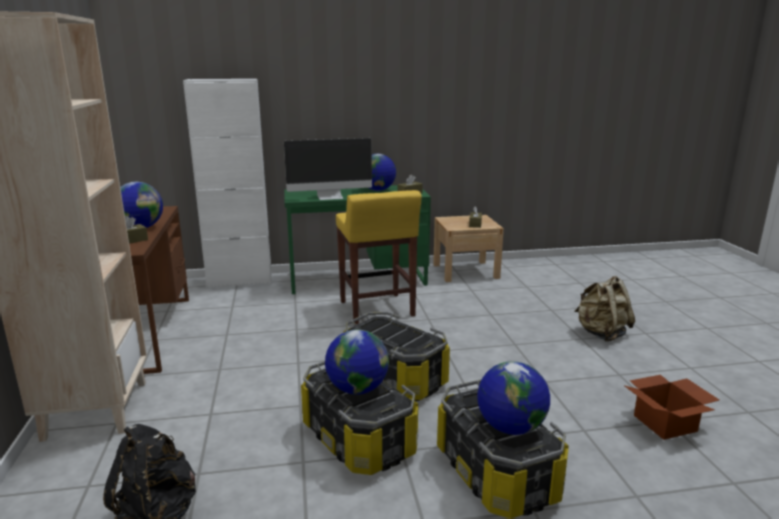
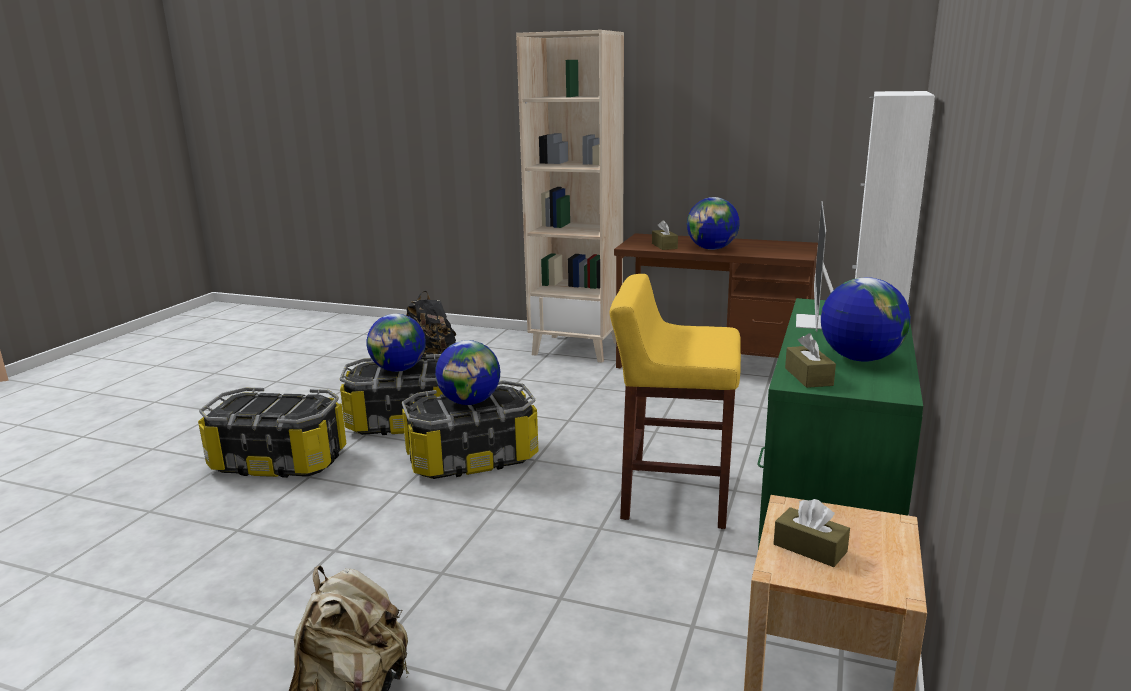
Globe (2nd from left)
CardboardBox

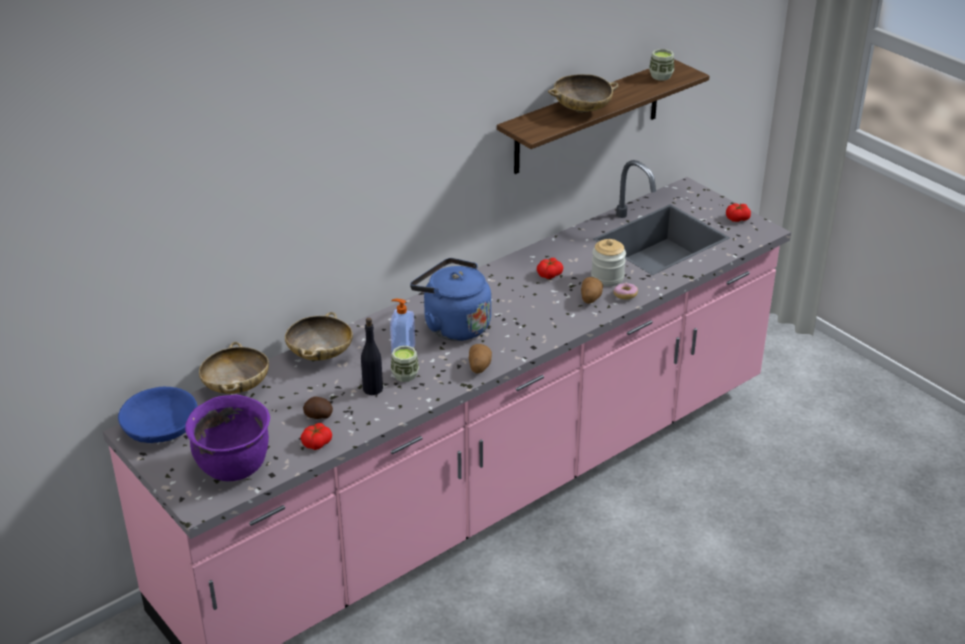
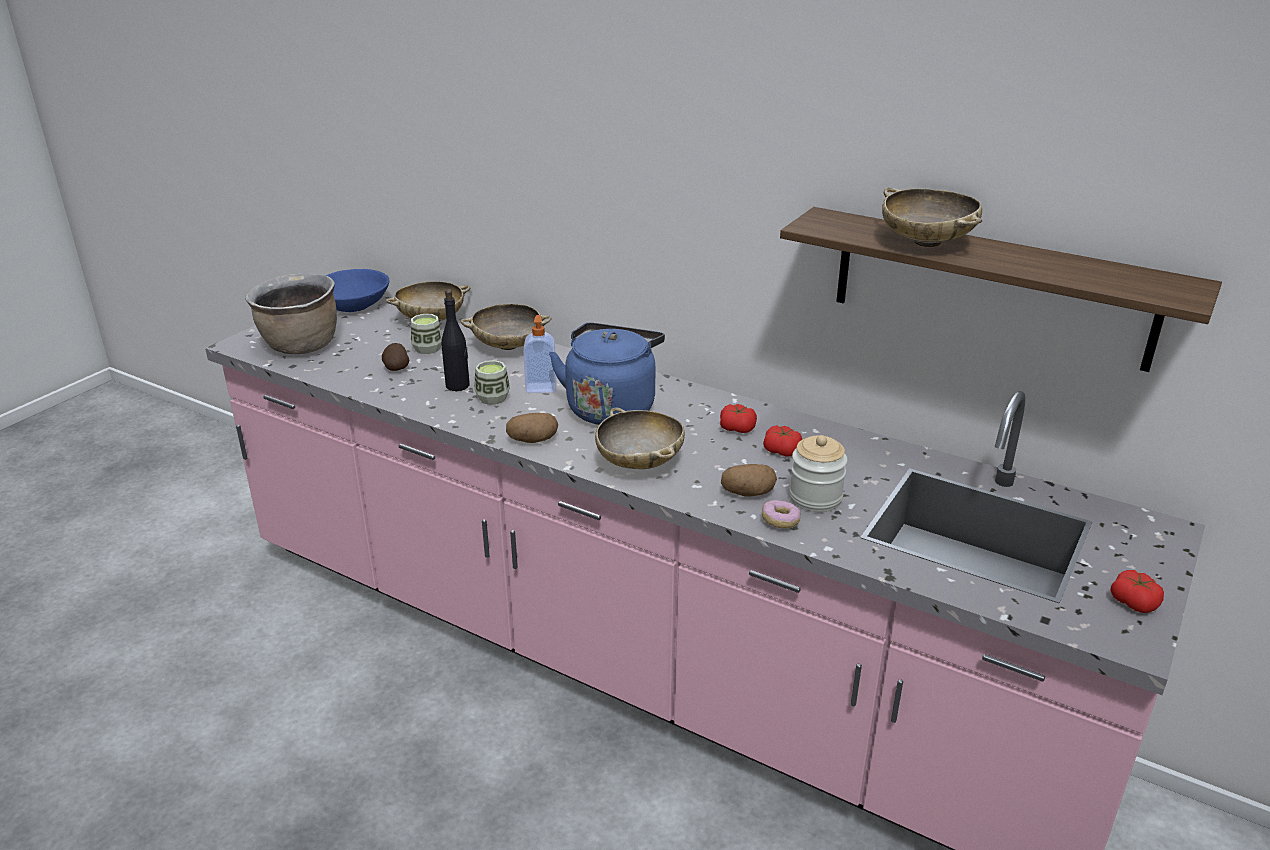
Cup (1st from left)
BrownCookingPot
Tomato (1st from left)
BeigeBowl (3rd from left)

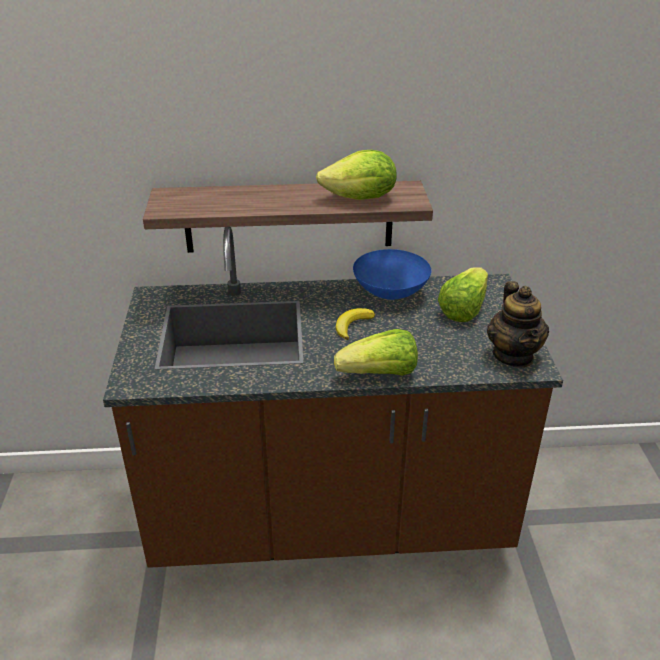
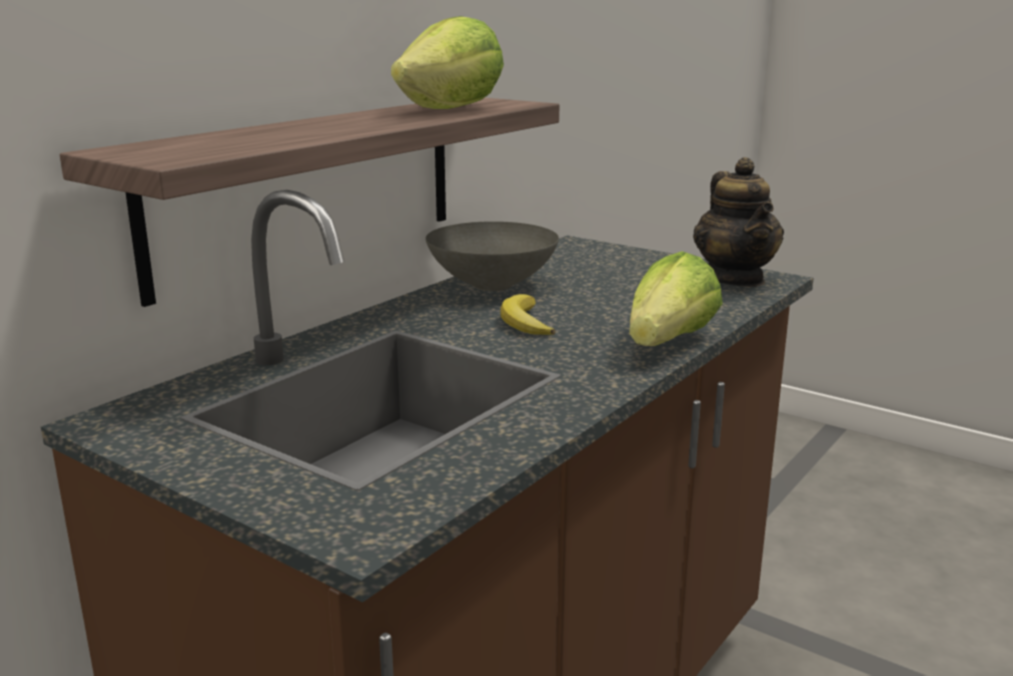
GreyBowl
Lettuce (3rd from left in the first image)
Teapot

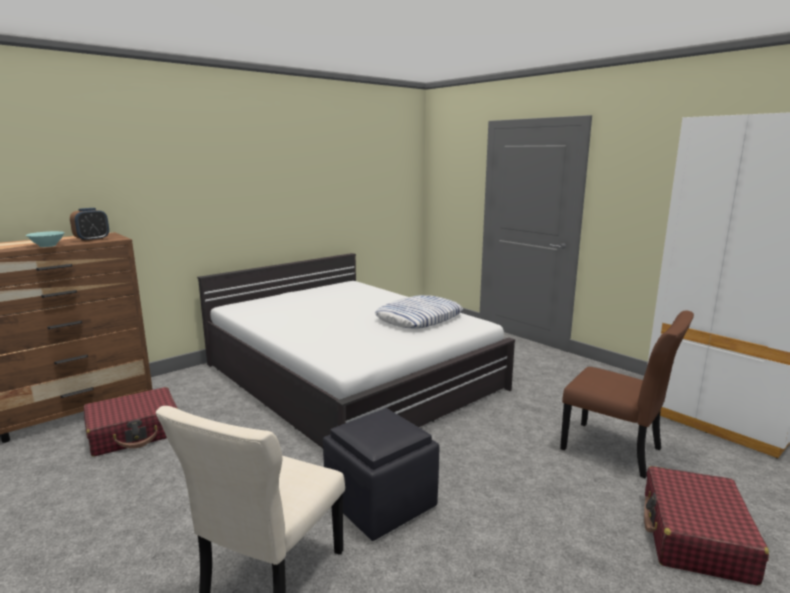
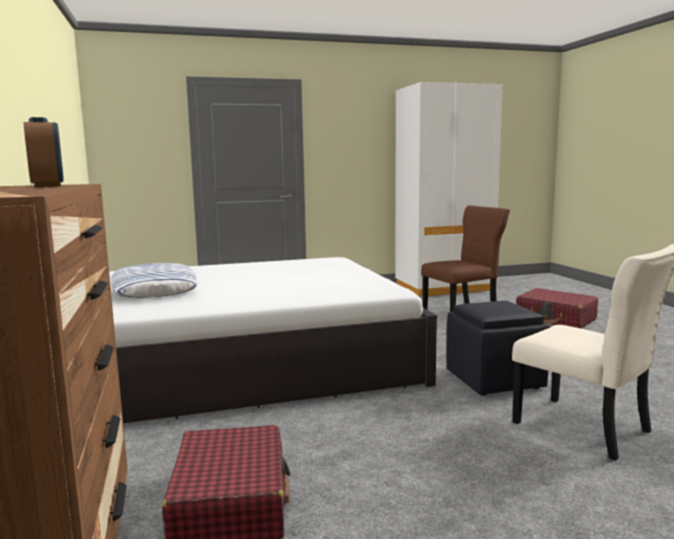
TurquoiseBowl
Pillow

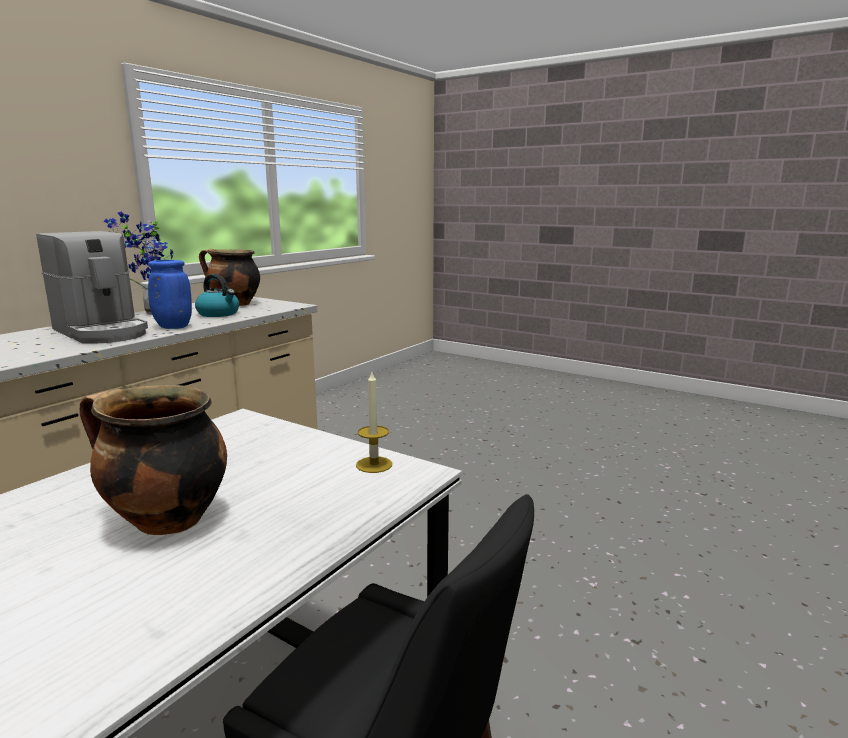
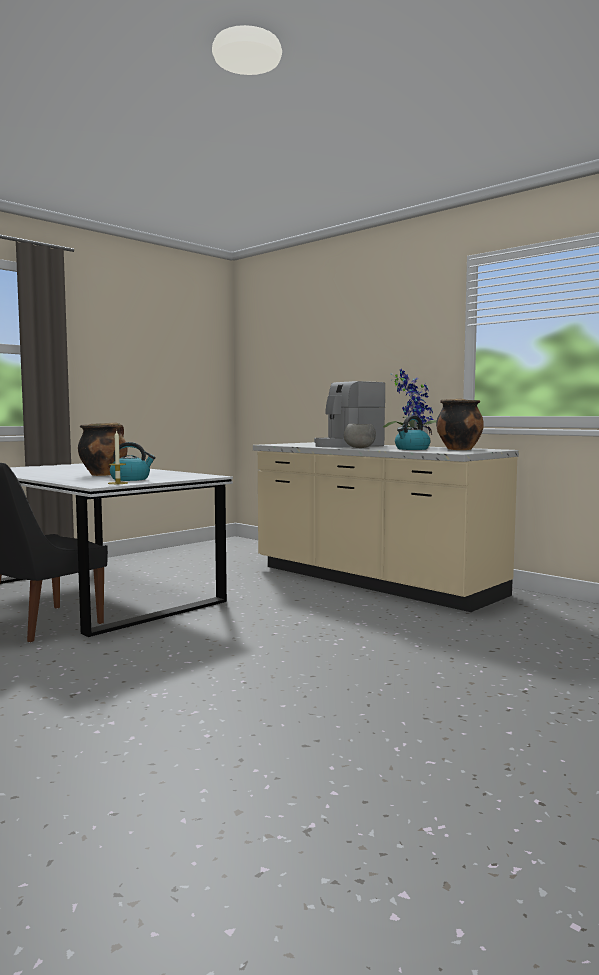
GreyBowl
Kettle (1st from left)

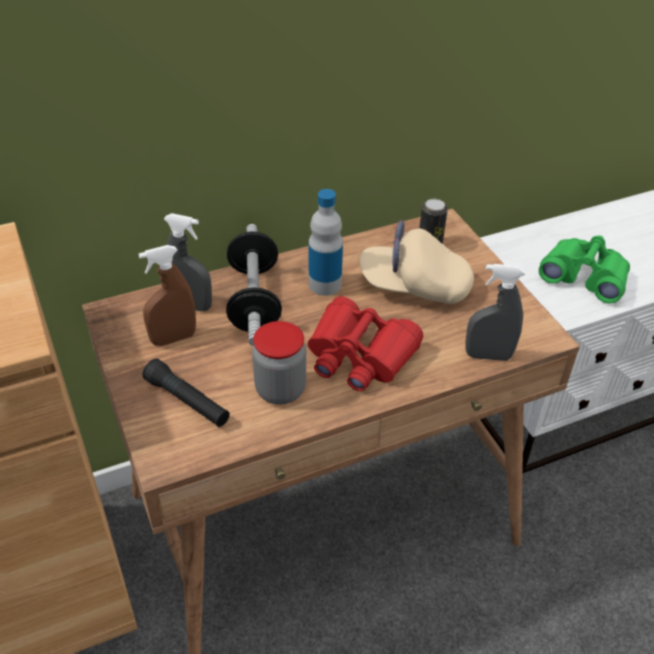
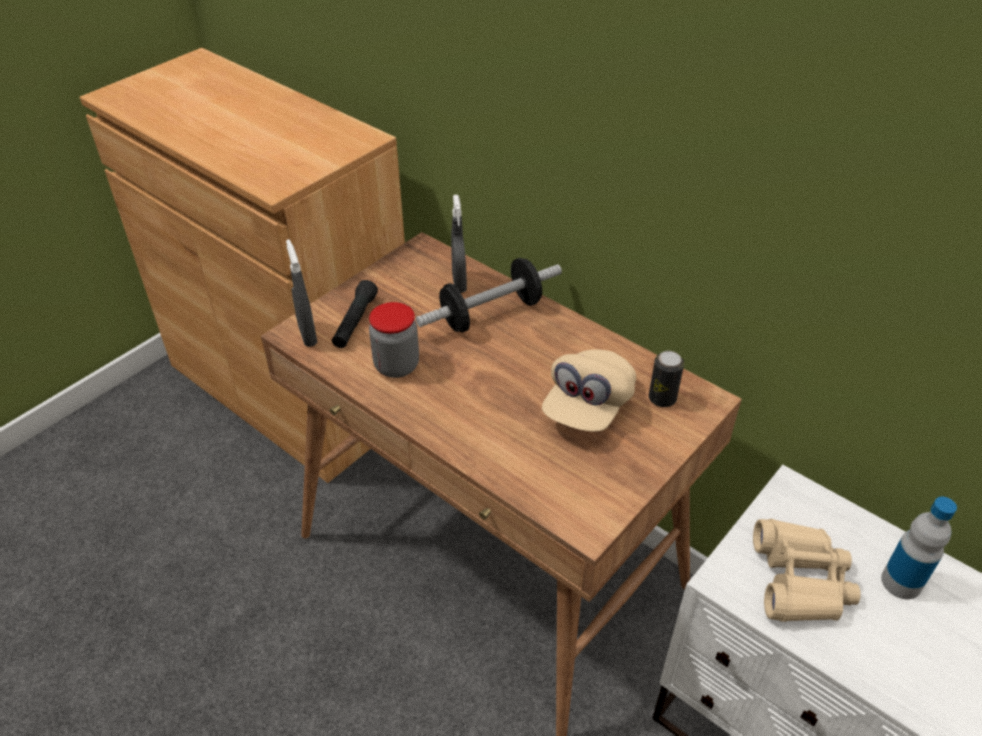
Bottle
BeigeCap
BeigeBinoculars
BrownSprayBottle
GreySprayBottle (1st from left)
RedBinoculars

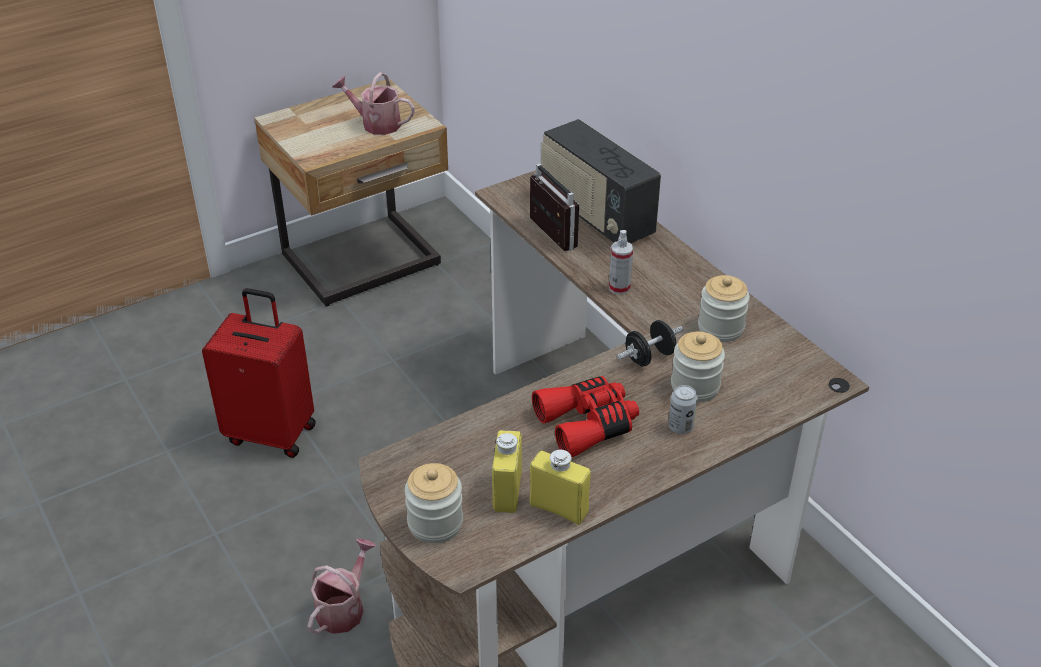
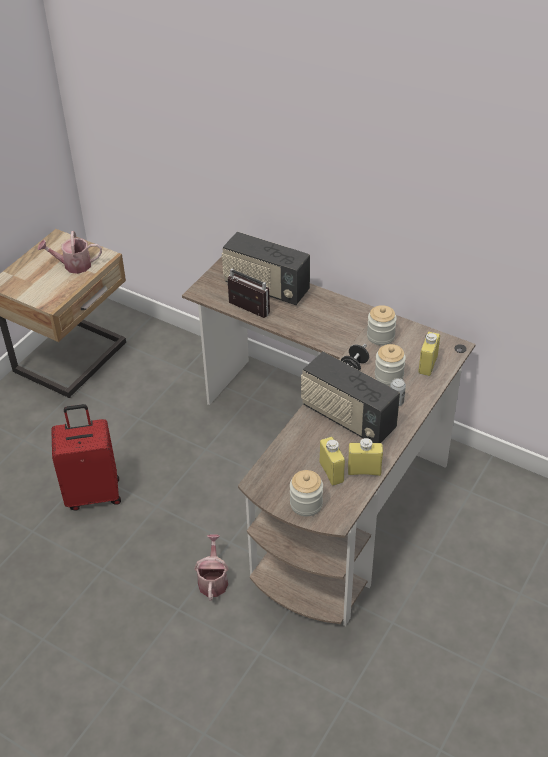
SprayBottle
Radio (3rd from left)
YellowBottle (3rd from left)

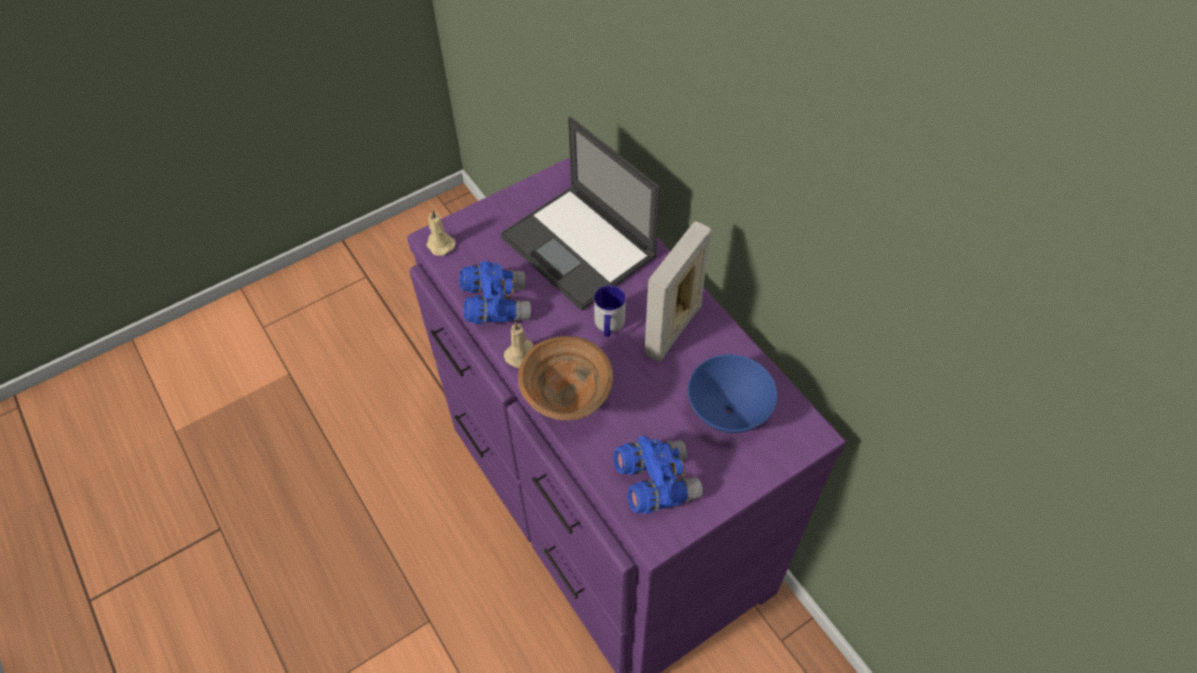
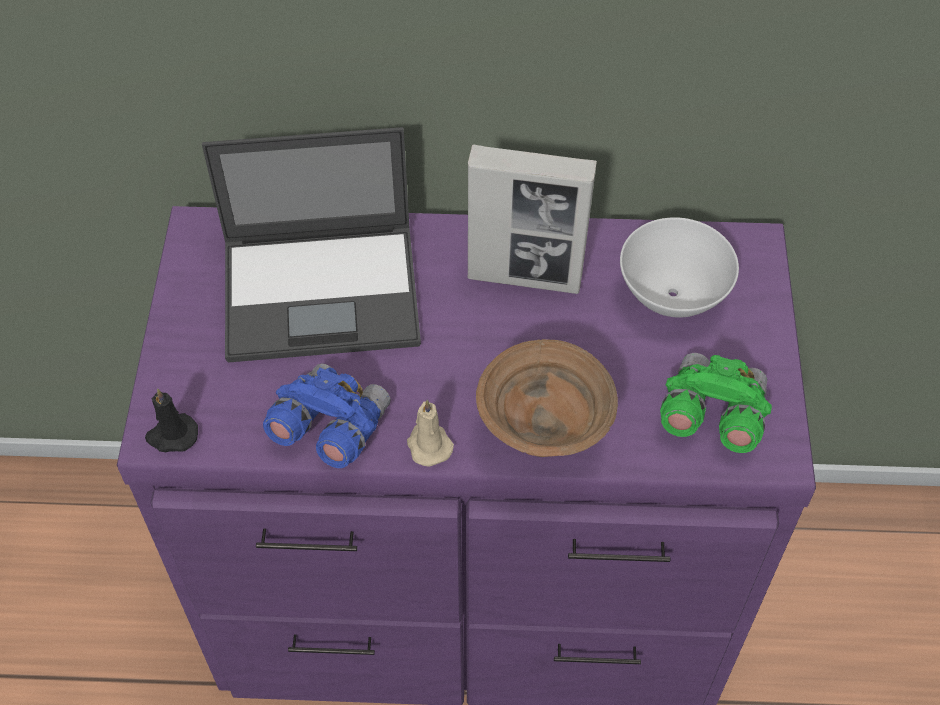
BlackCandle
PictureFrame
Mug
WhiteBowl
GreenBinoculars

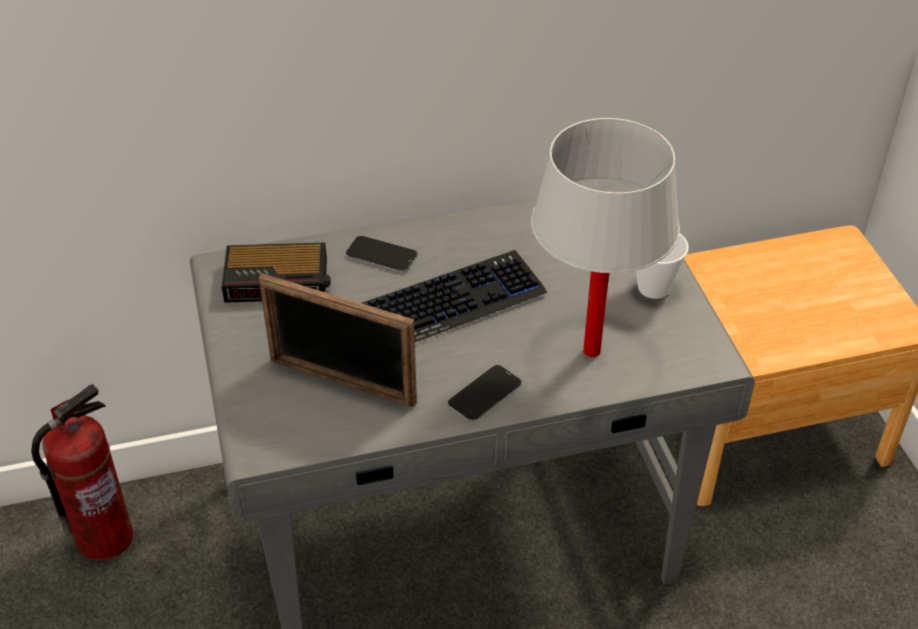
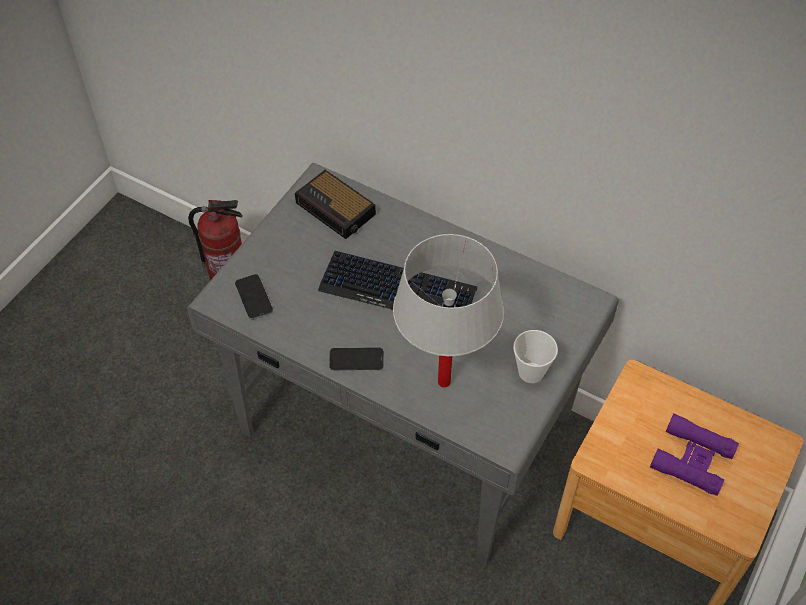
Phone (1st from left)
PictureFrame
PurpleBinoculars

